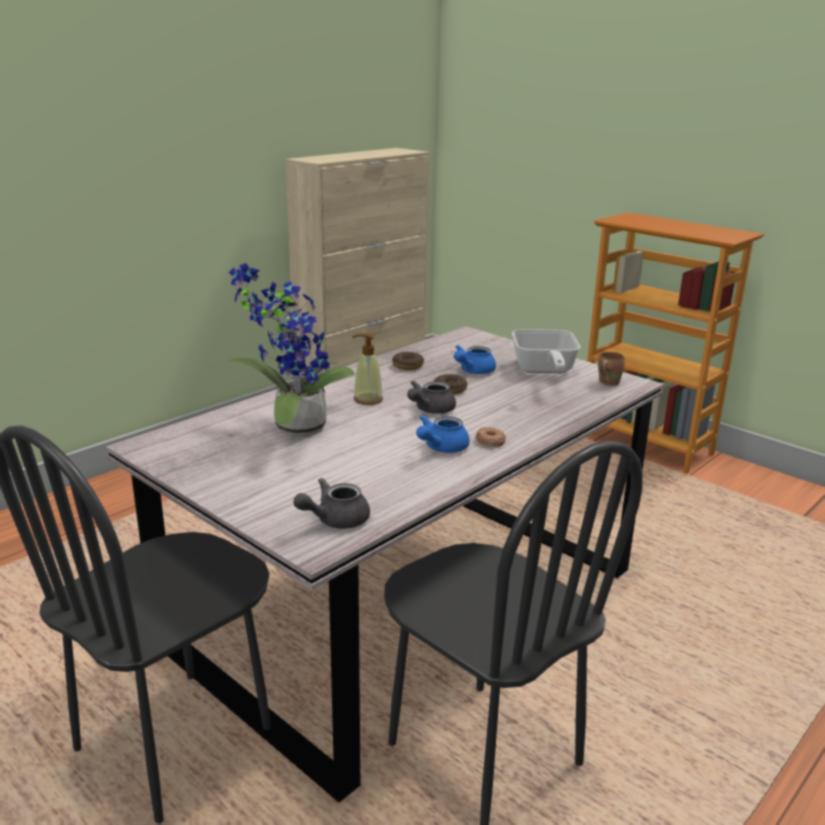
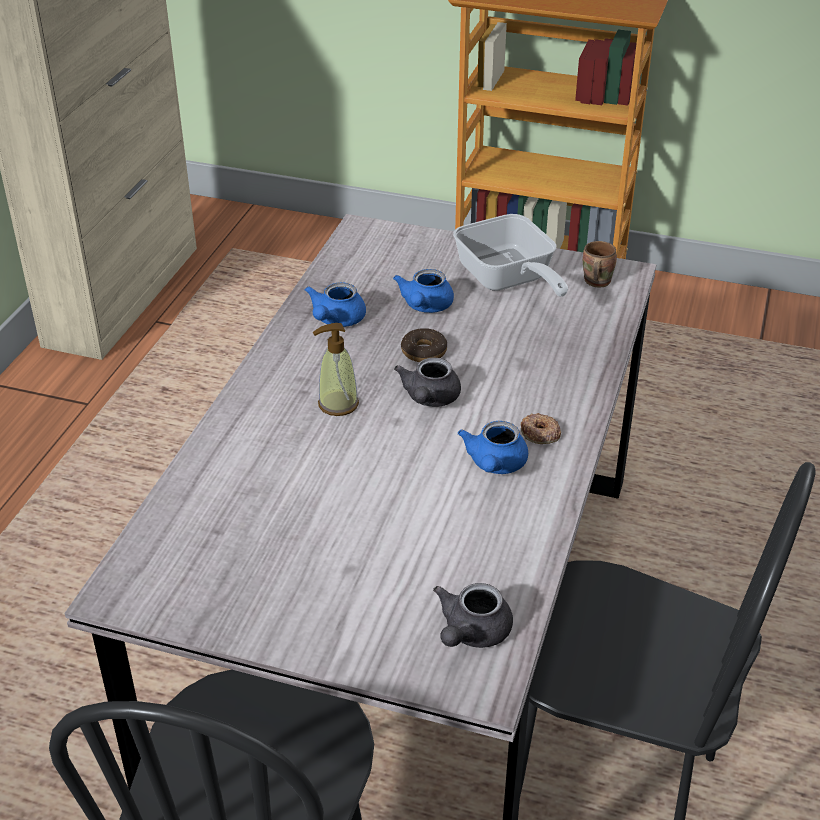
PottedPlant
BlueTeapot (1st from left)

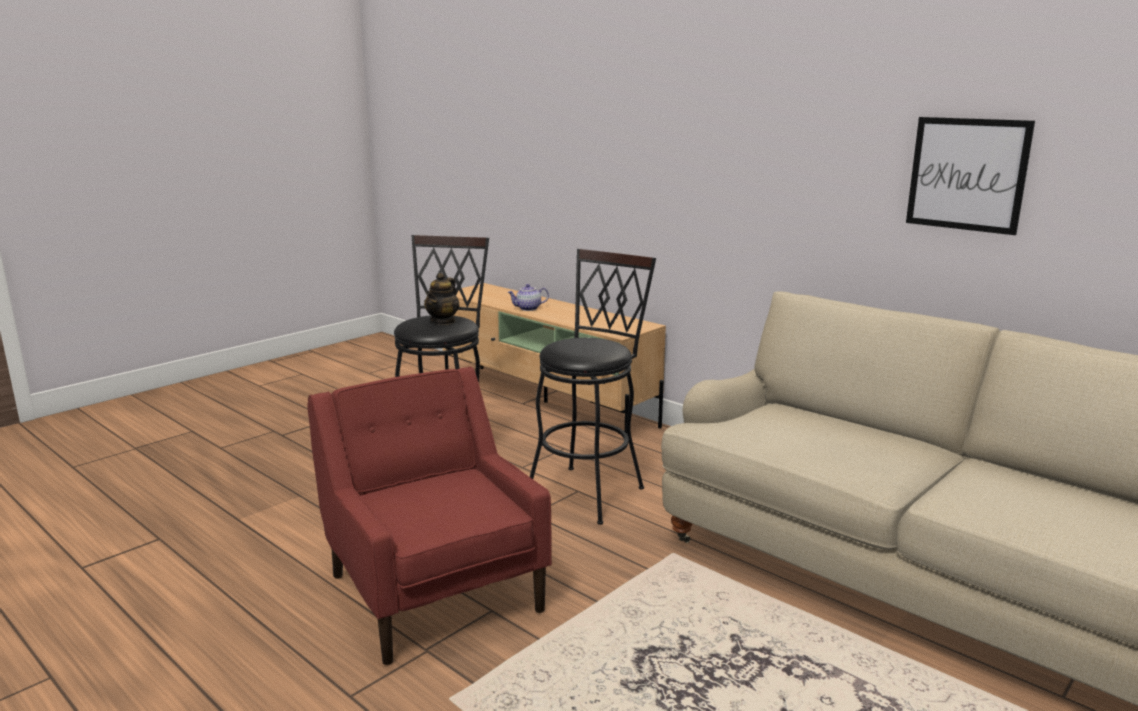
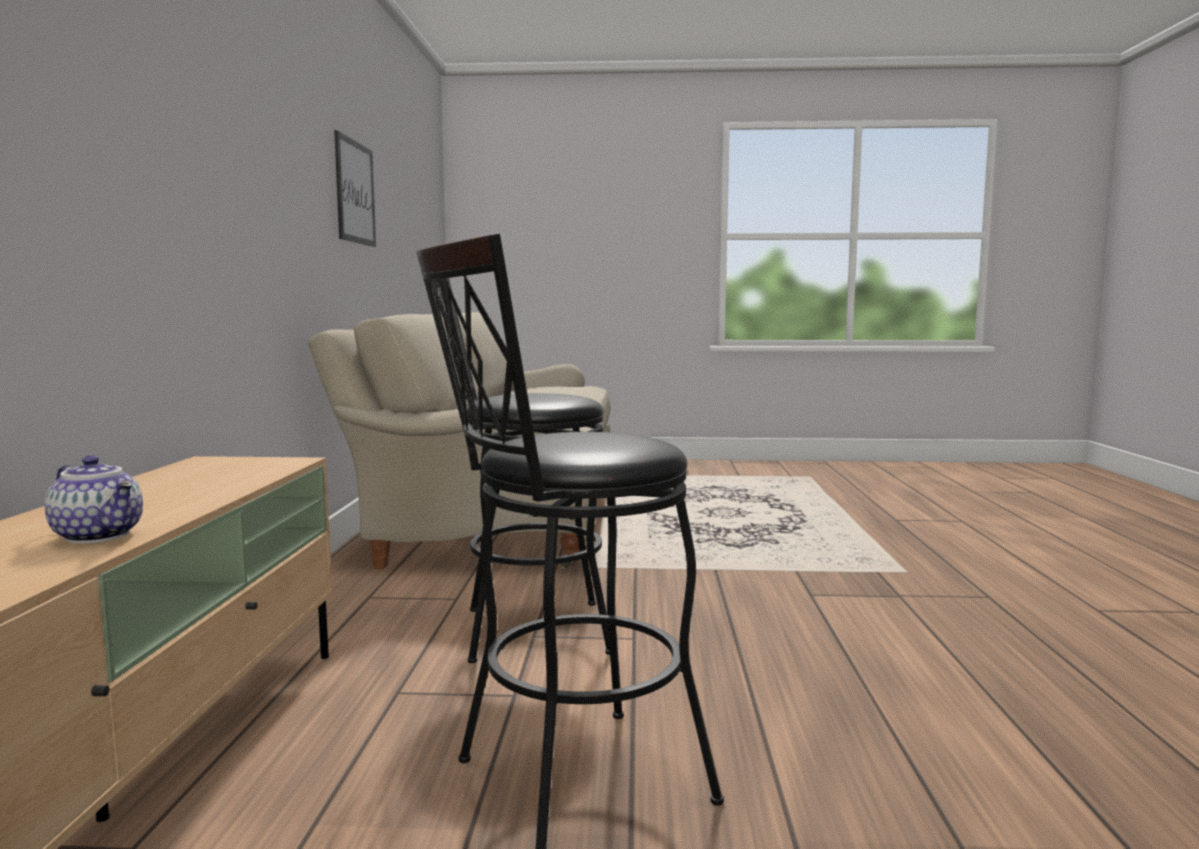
Teapot (1st from left in the first image)
RedArmchair

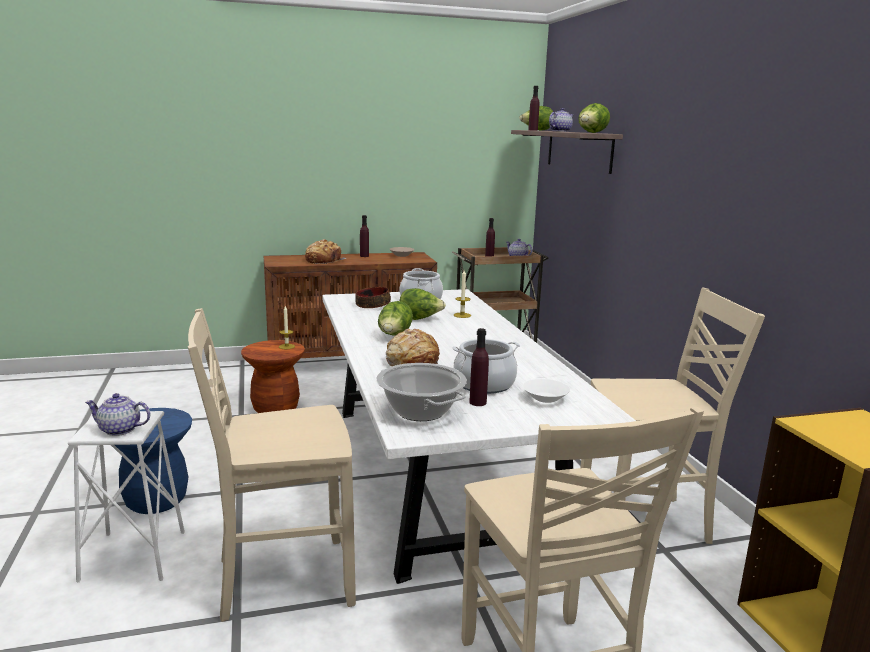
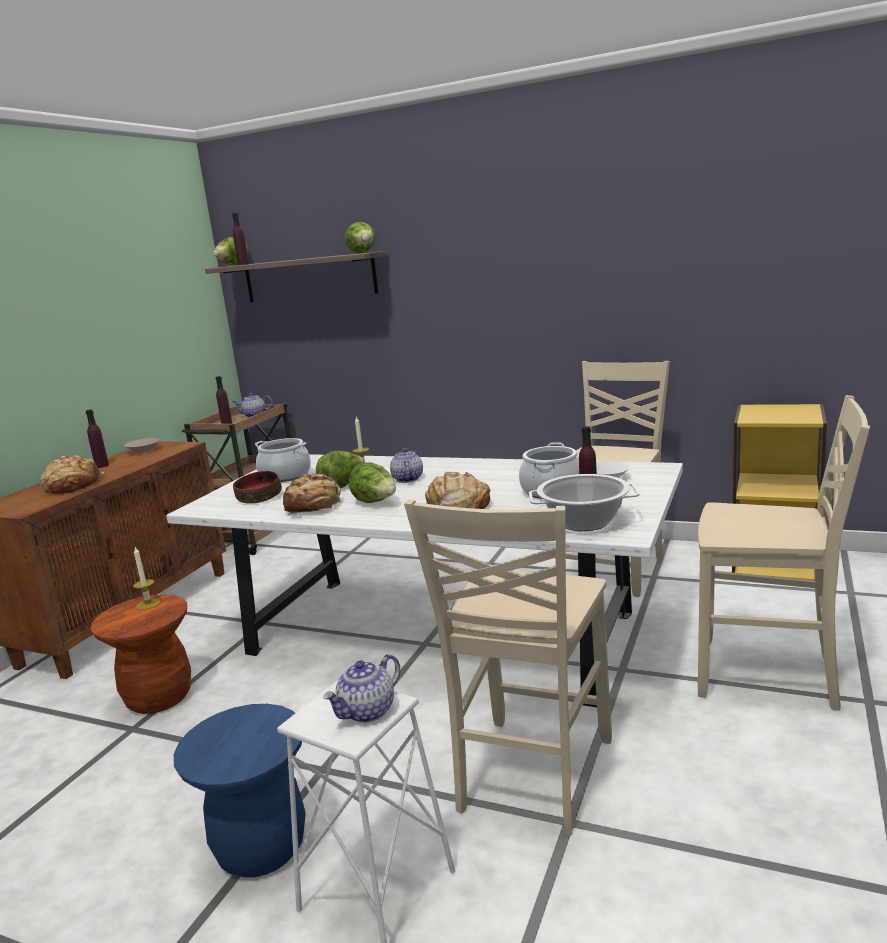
Teapot (3rd from left)
Bread (2nd from left)

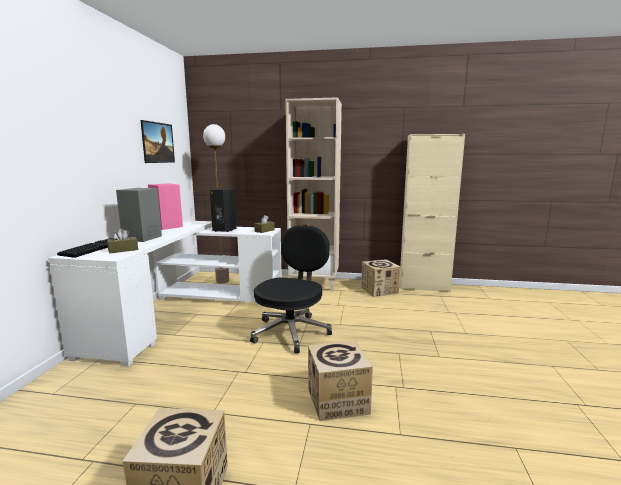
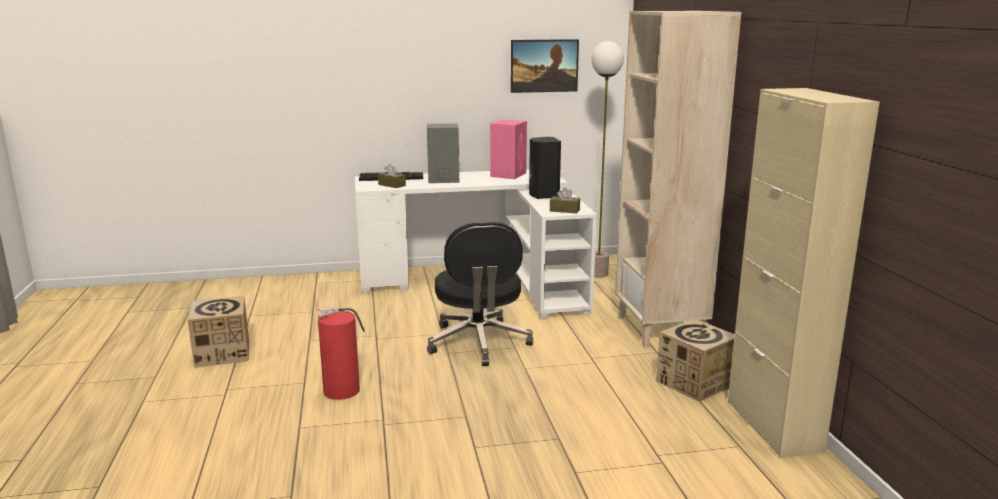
BlackOfficeChair
FireExtinguisher

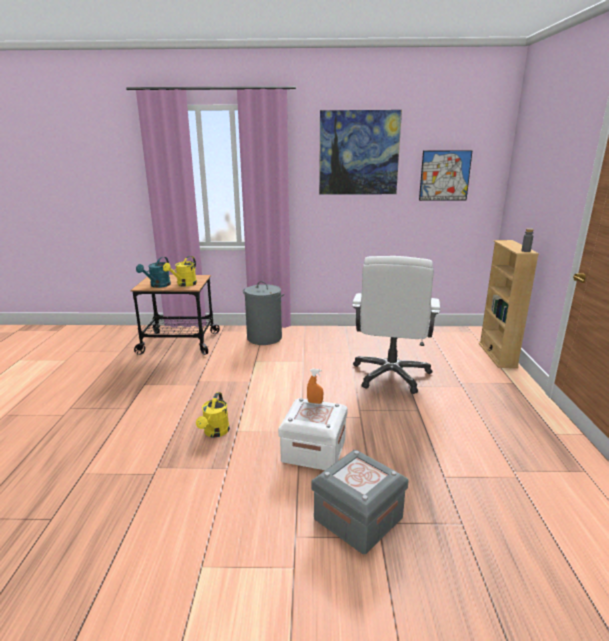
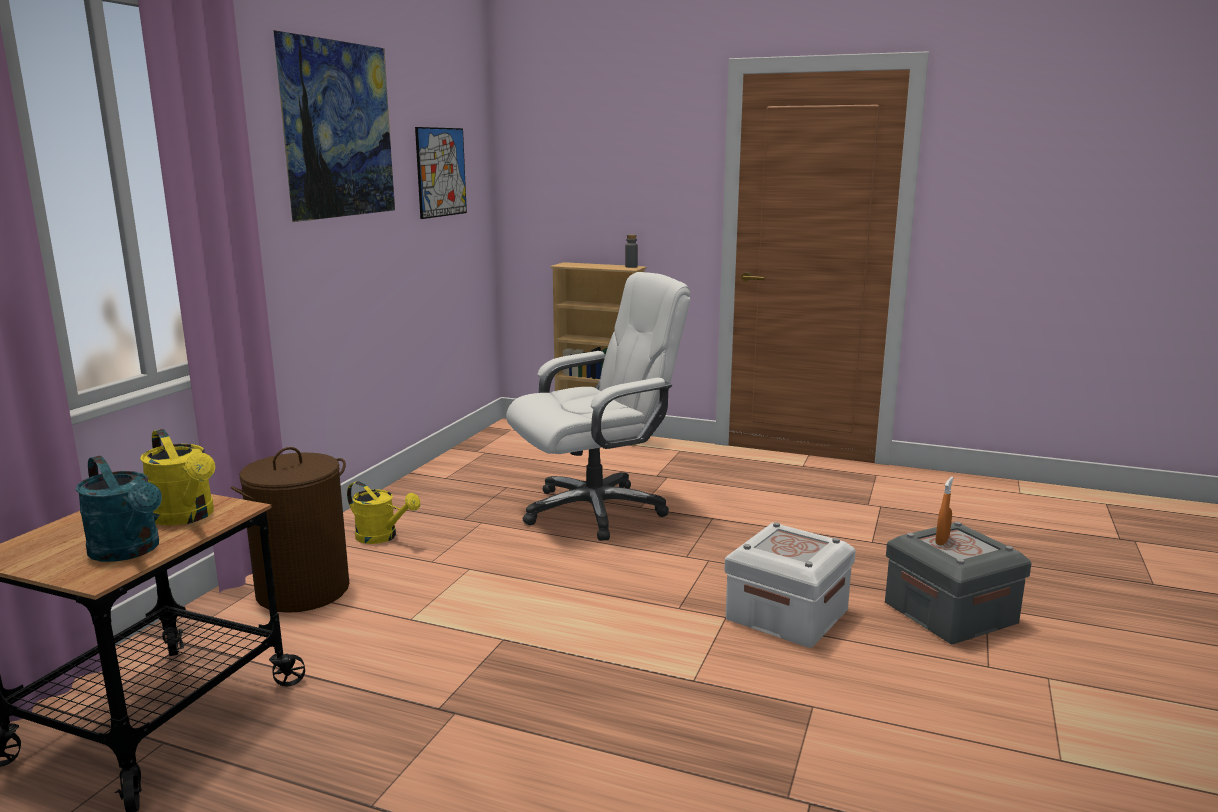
WhiteOfficeChair
BrownLaundryBasket
OrangeSprayBottle
YellowWateringCan (2nd from left)

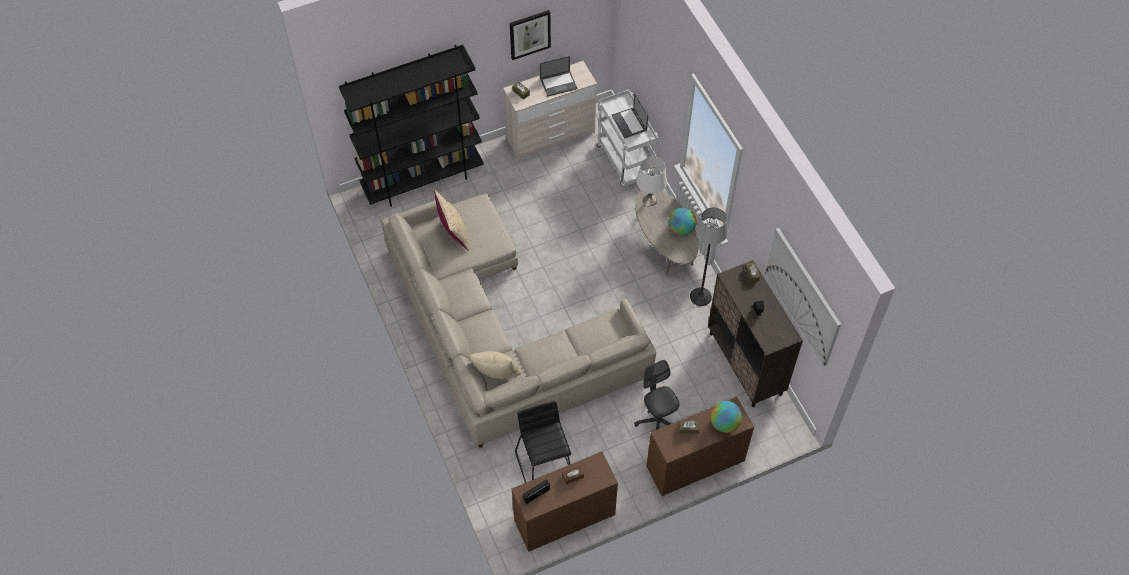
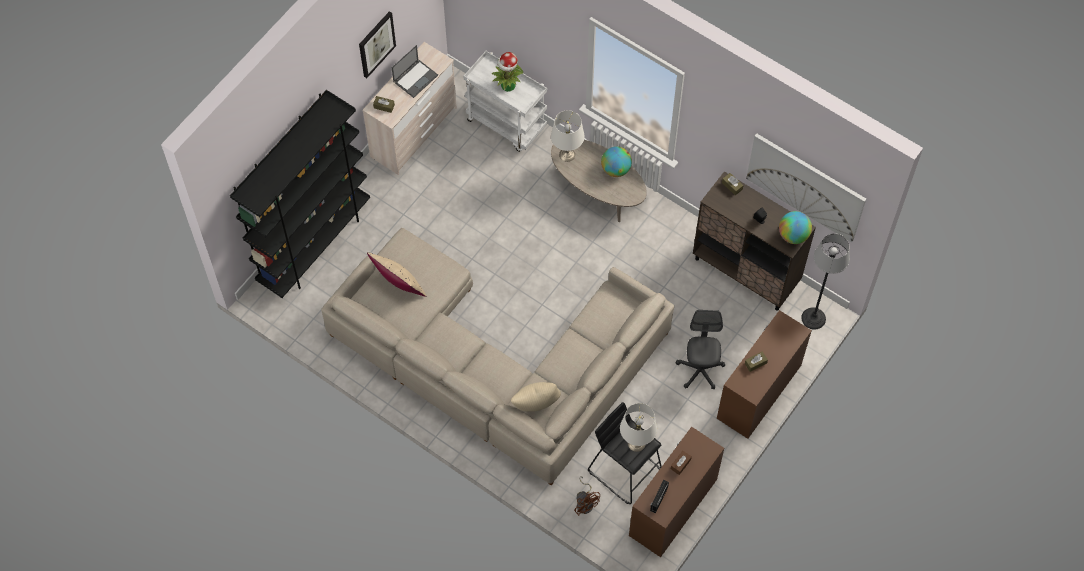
PottedPlant
FloorLamp
GreyOfficeChair
Globe (2nd from left)
WhiteTableLamp (2nd from left)
BrownFan

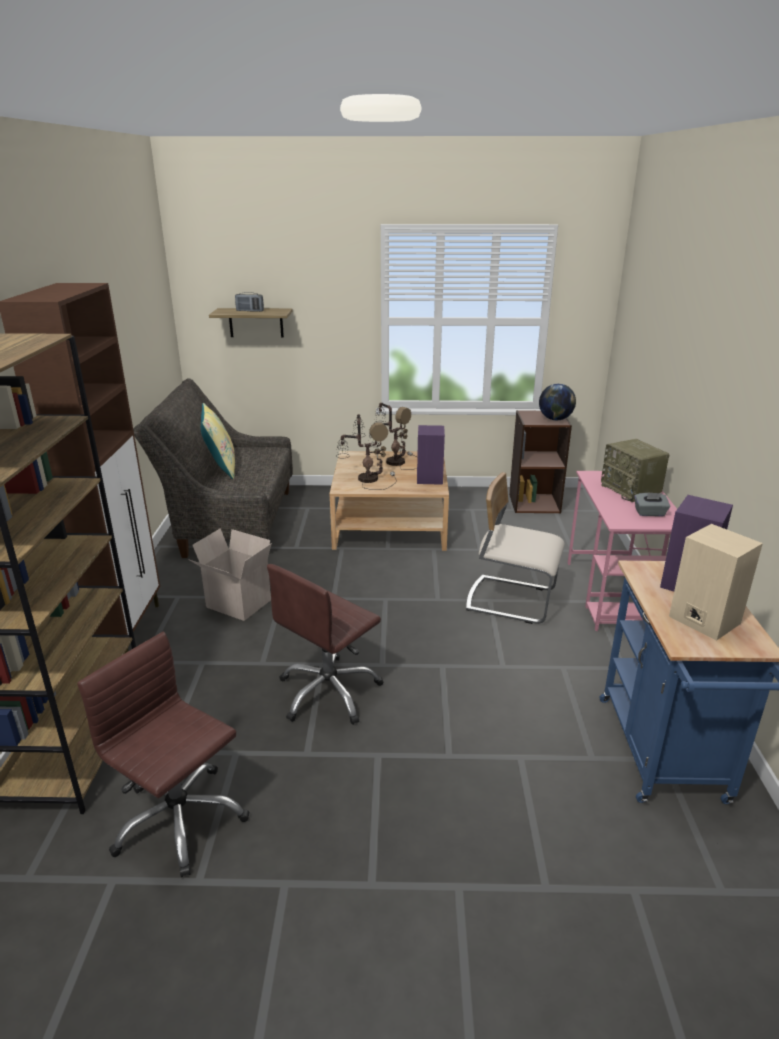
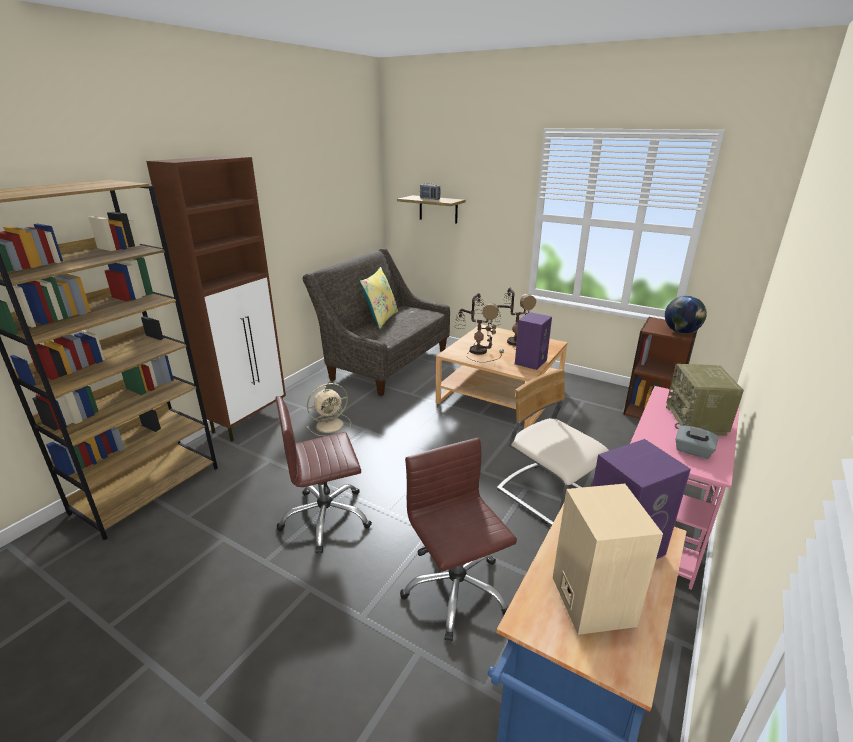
BeigeFan
BrownOfficeChair (2nd from left)

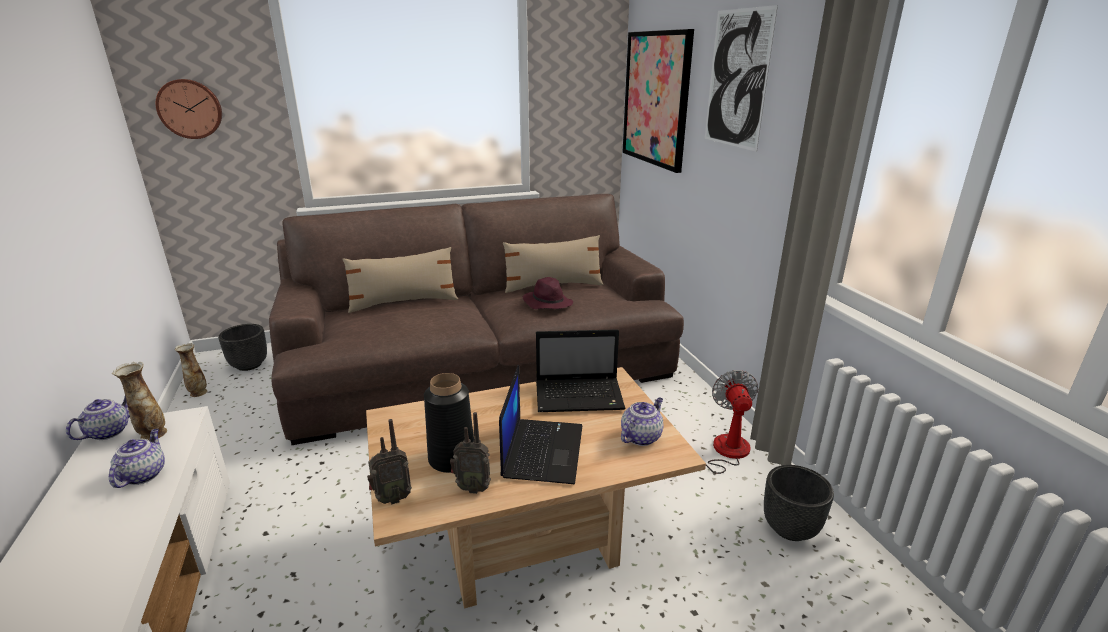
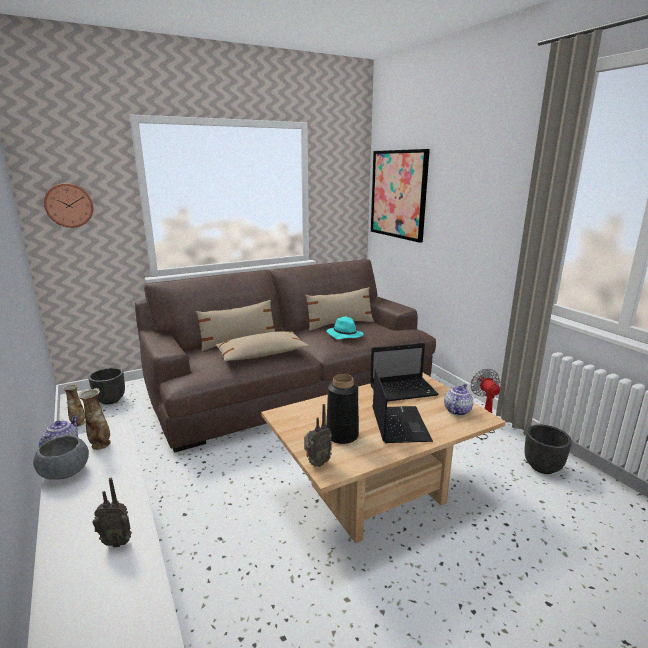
Picture (2nd from left in the first image)
TurquoiseHat
Radio (1st from left)
Teapot (2nd from left in the first image)
BeigePillow (2nd from left)
GreyBowl

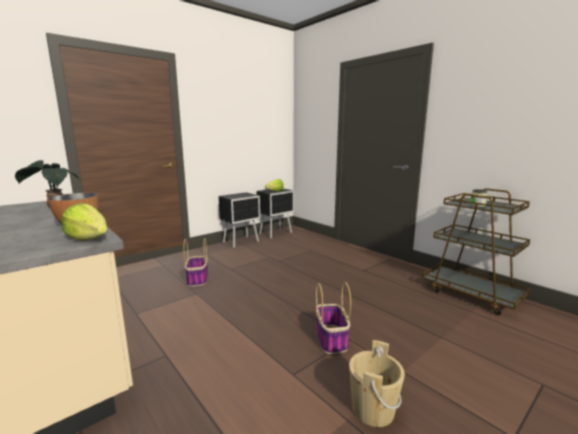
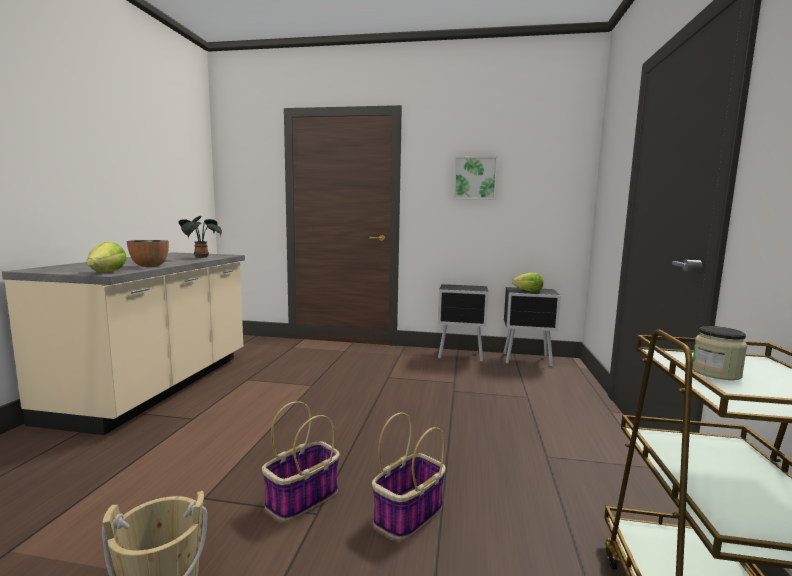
Basket (2nd from left)
Picture

